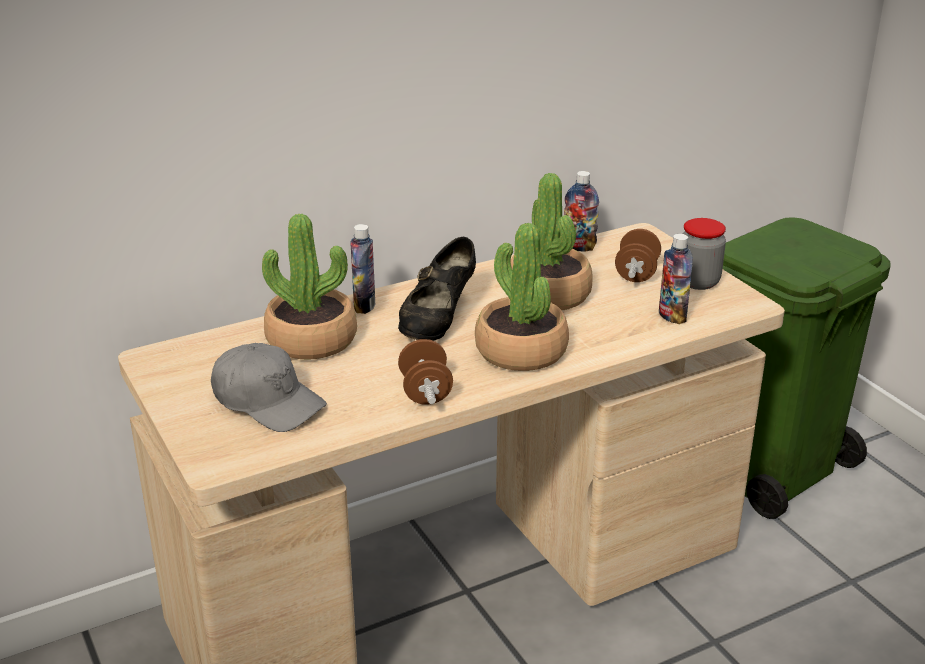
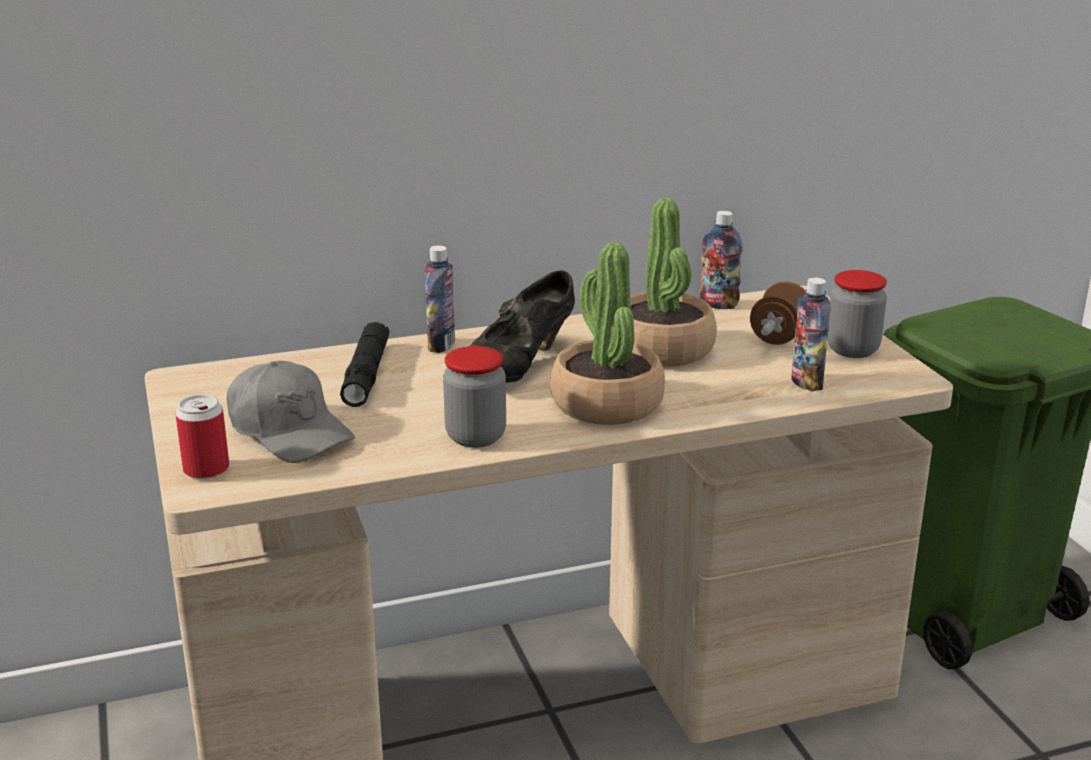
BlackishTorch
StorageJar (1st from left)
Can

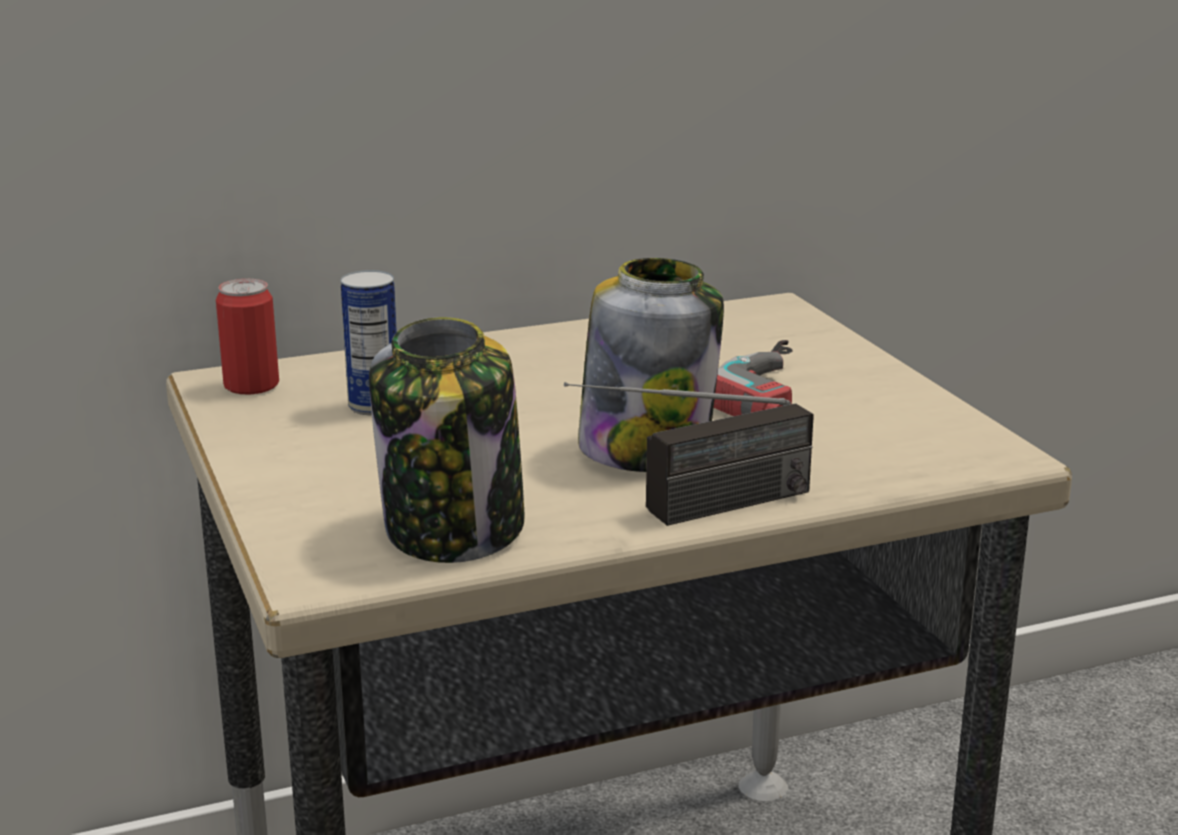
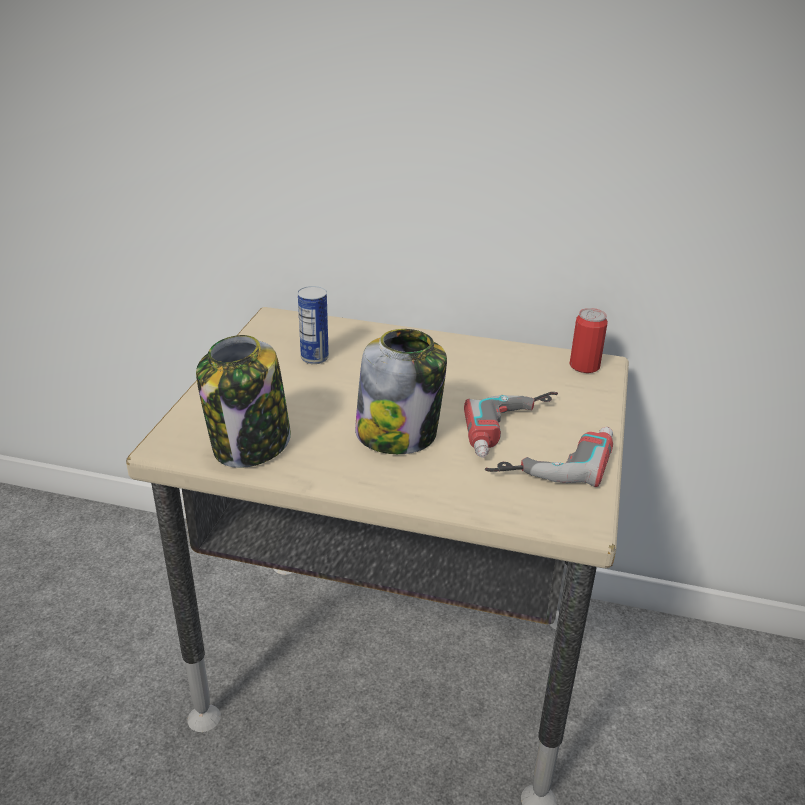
Can (2nd from left)
RadioSet
ElectricDrill (2nd from left)

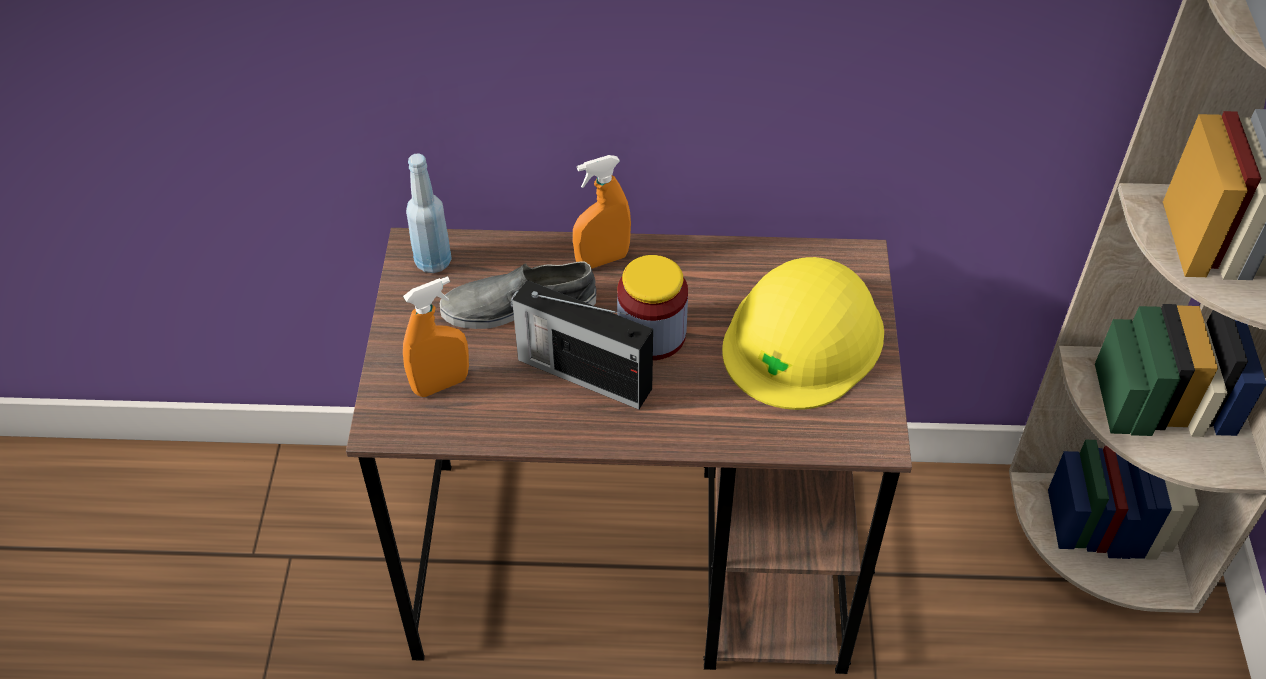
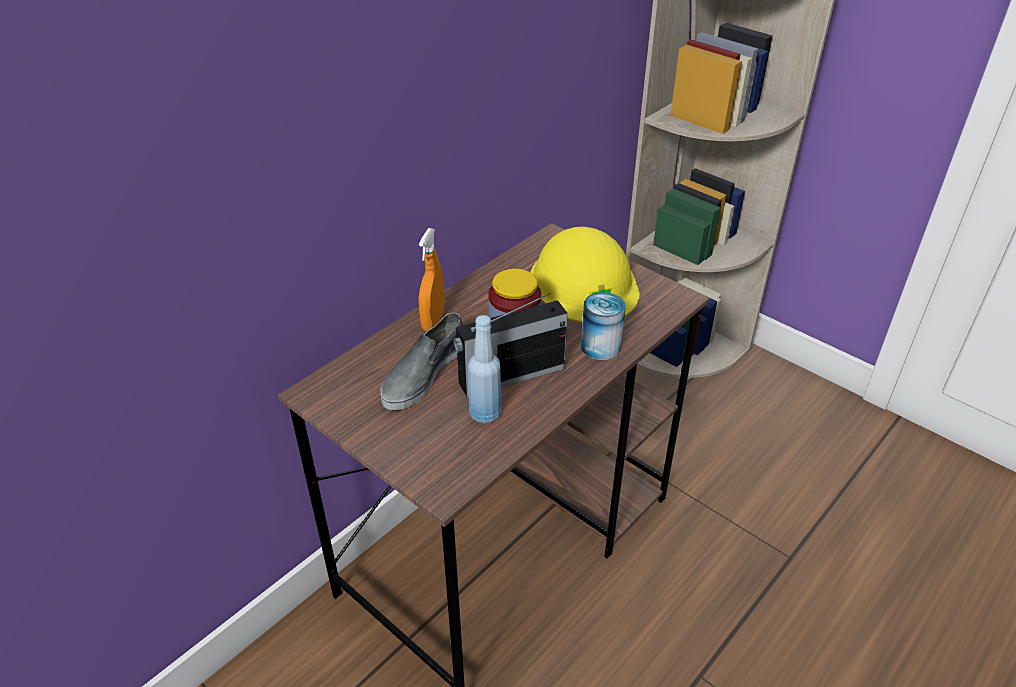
OrangeySprayer (1st from left in the first image)
BlueColouredBeverageBottle
Can

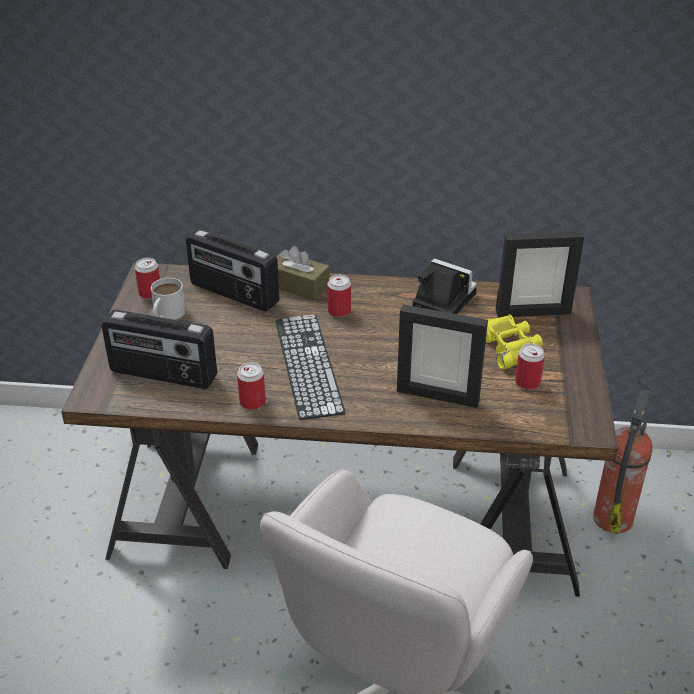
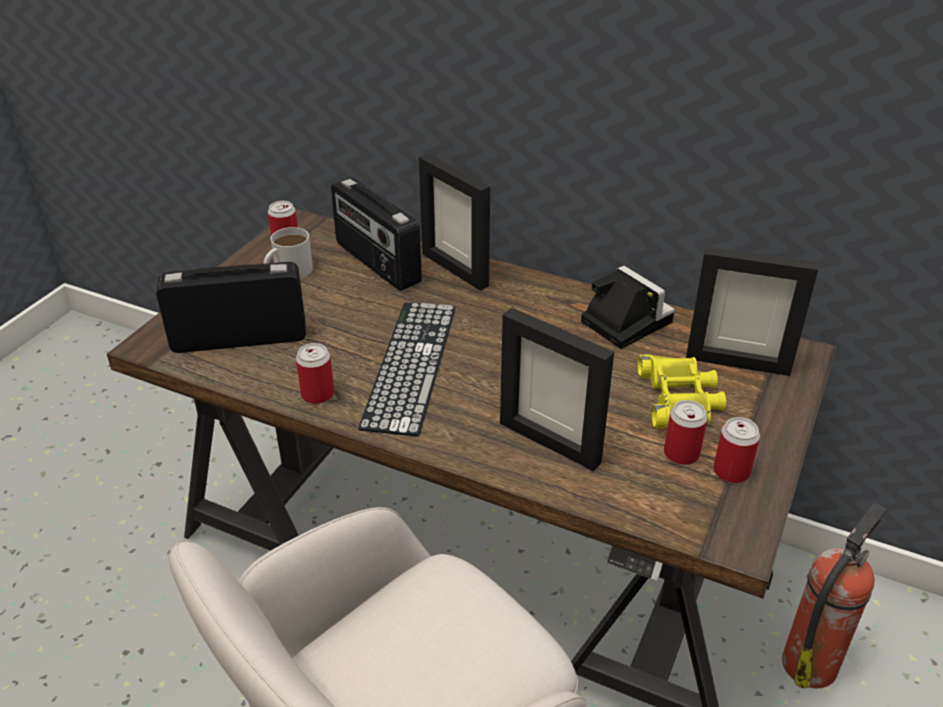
RadioSet (1st from left)
PictureFrame (1st from left)
Can (4th from left)

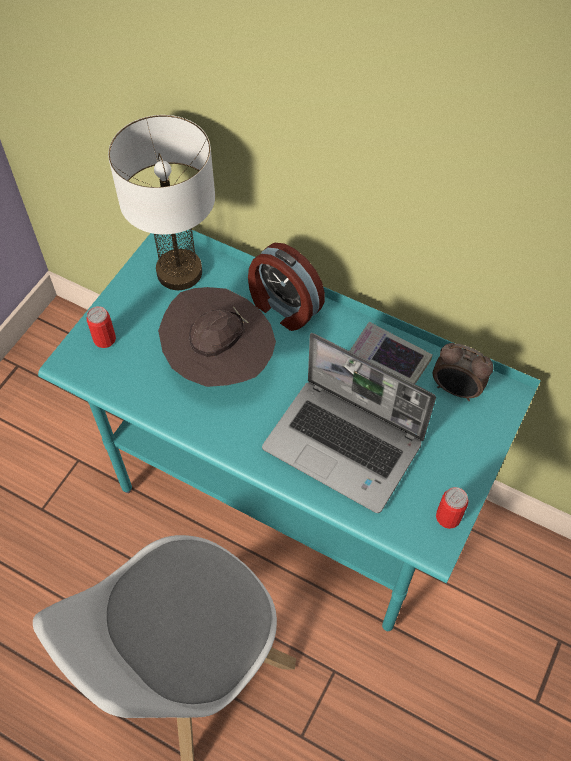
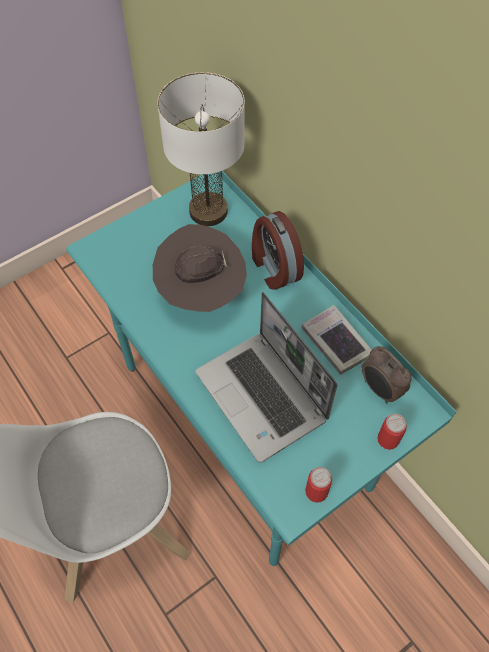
Can (2nd from left)

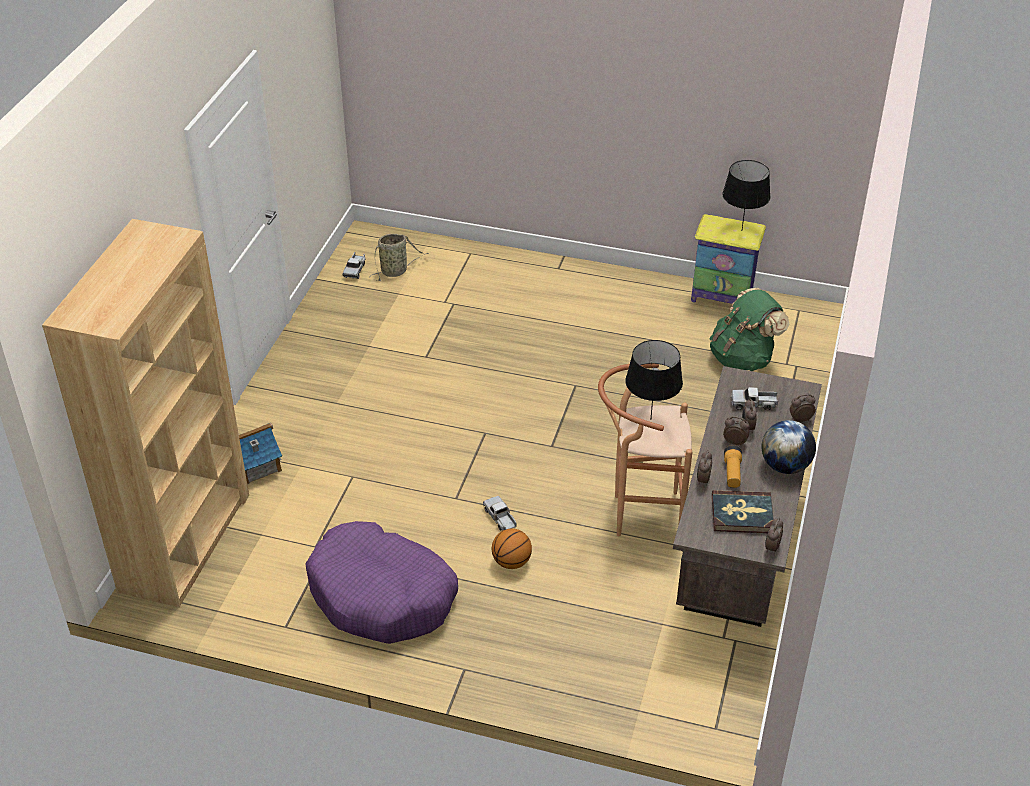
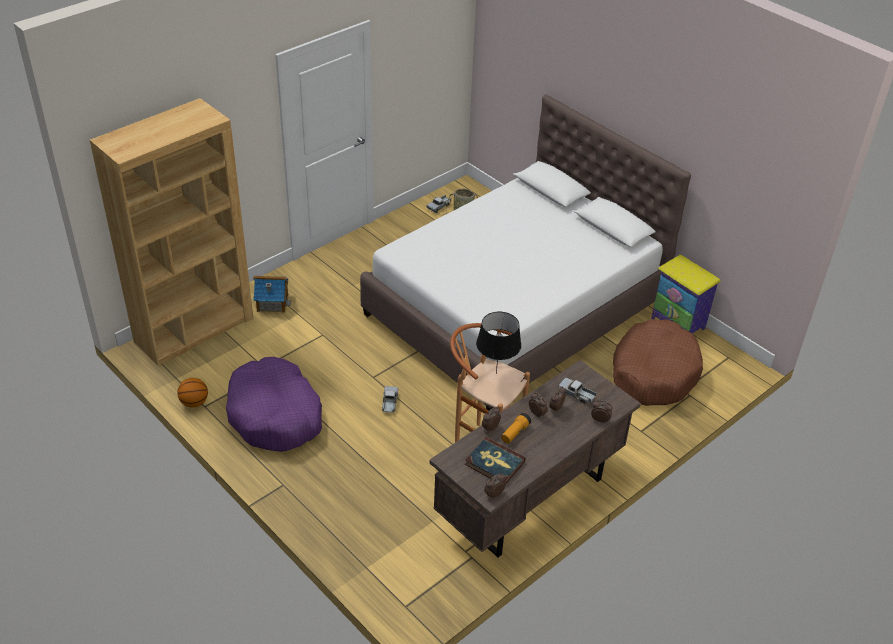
BallForBasketball
BrownDogCushion
BlackishTabletopLamp (2nd from left in the first image)
DeskGlobe
WhitishBedroomBed

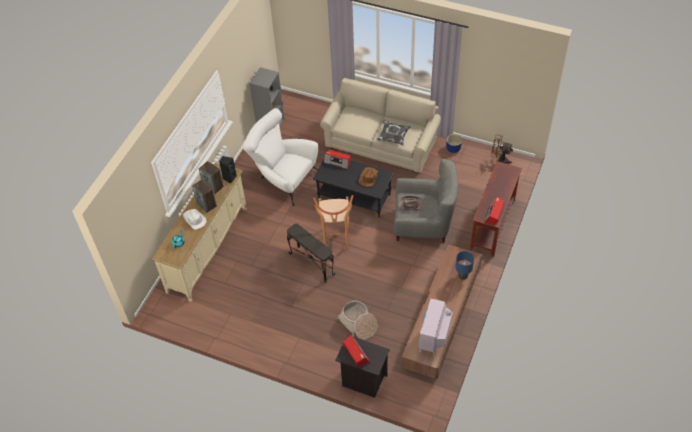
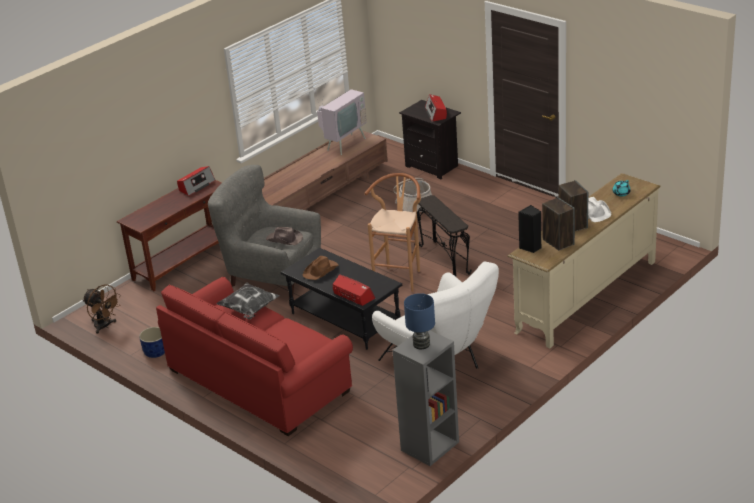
ReddishCouch
BlueColouredTabletopLamp

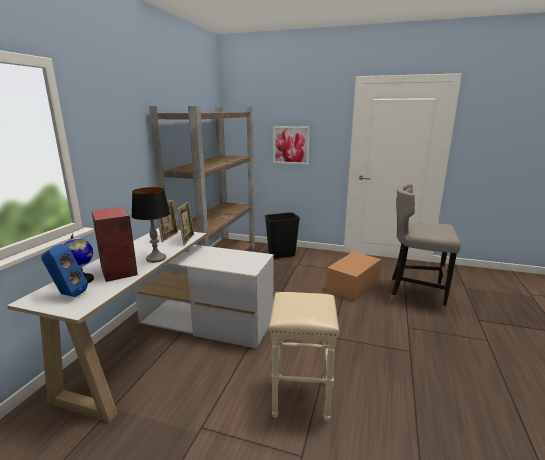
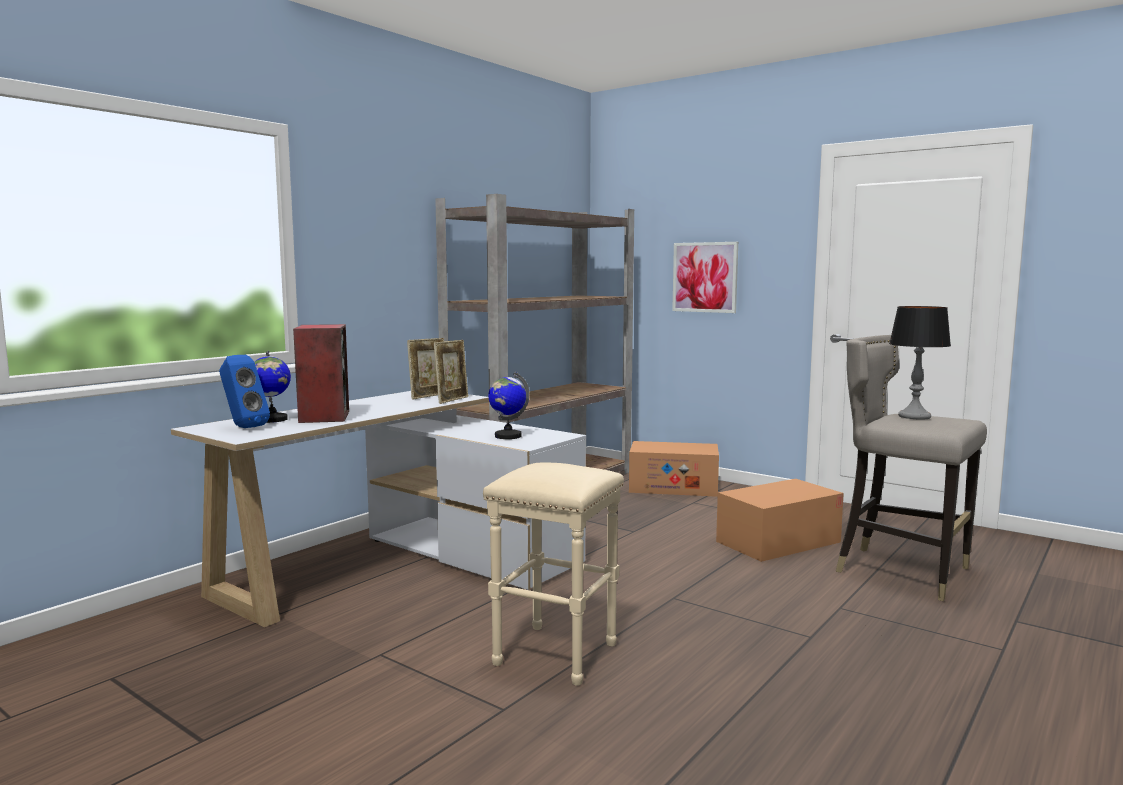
TabletopLamp
Carton (1st from left)
DeskGlobe (2nd from left)

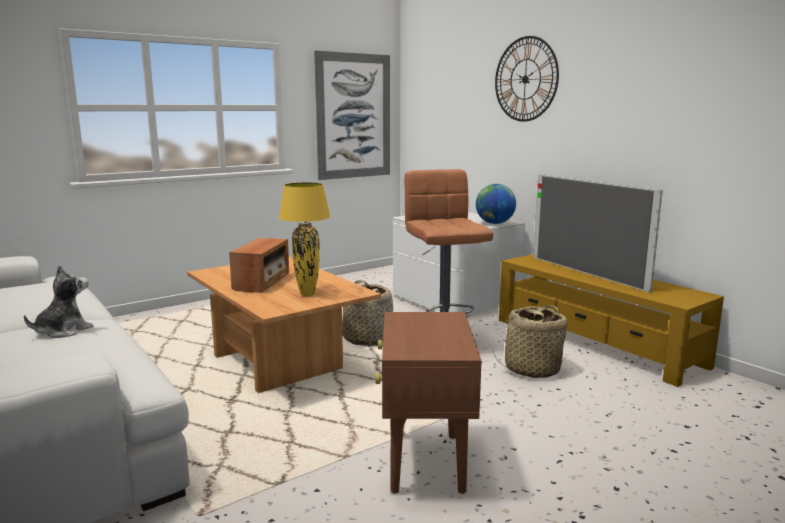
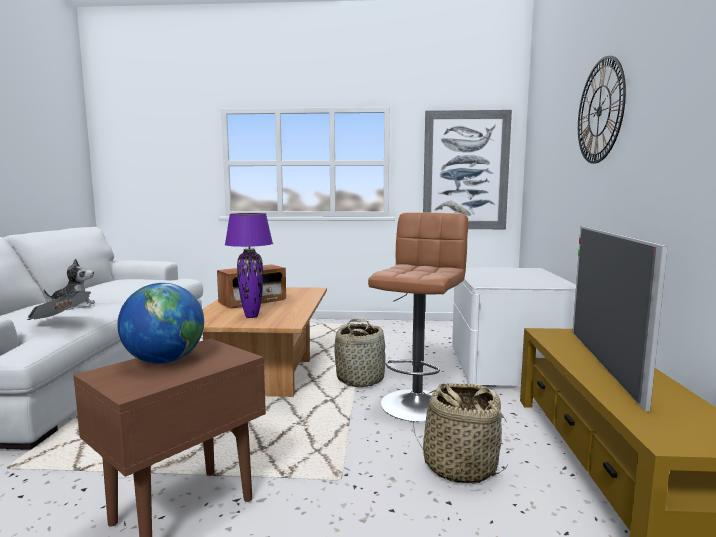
PurpleColouredTabletopLamp
DeskGlobe
Newspaper

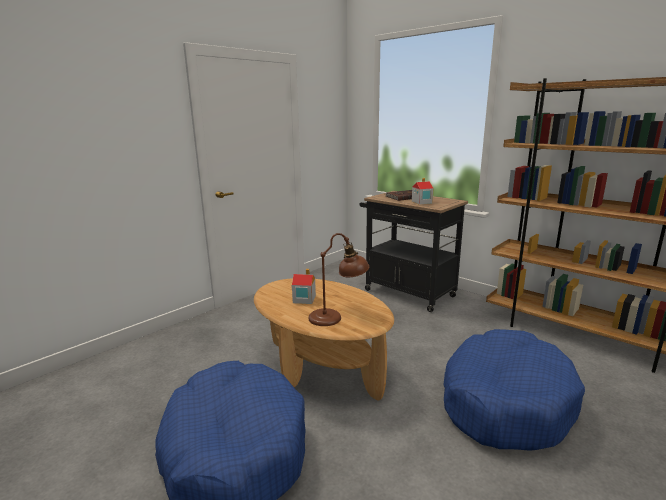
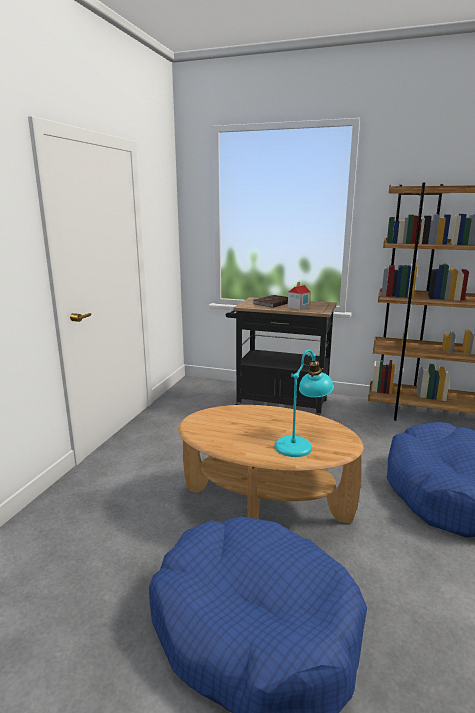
ToyHouse (1st from left in the first image)
TurquoiseTabletopLamp

